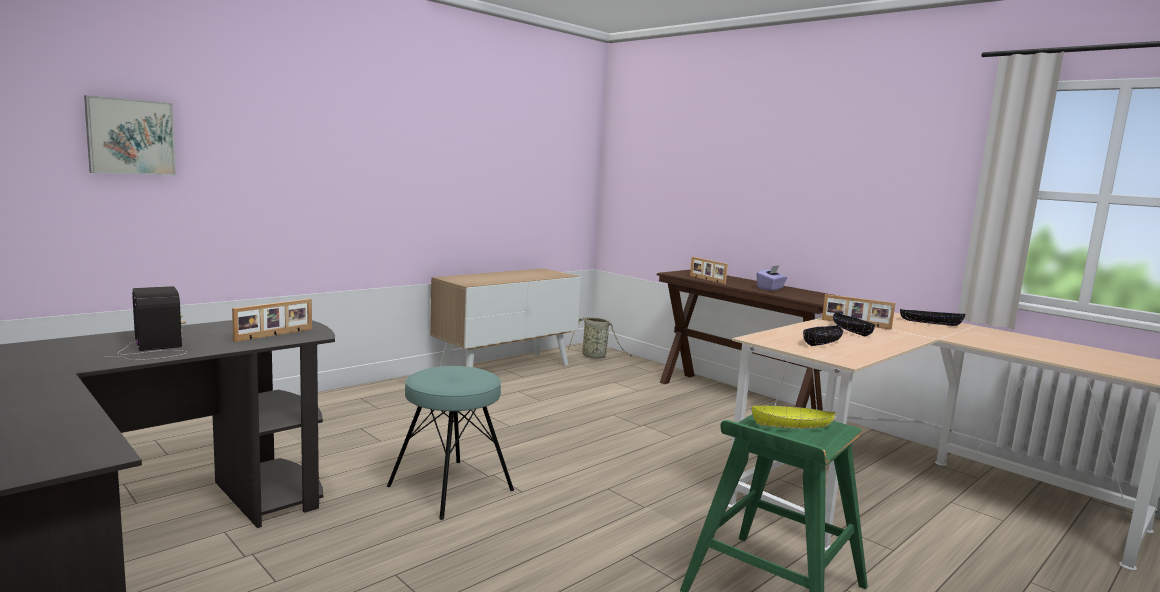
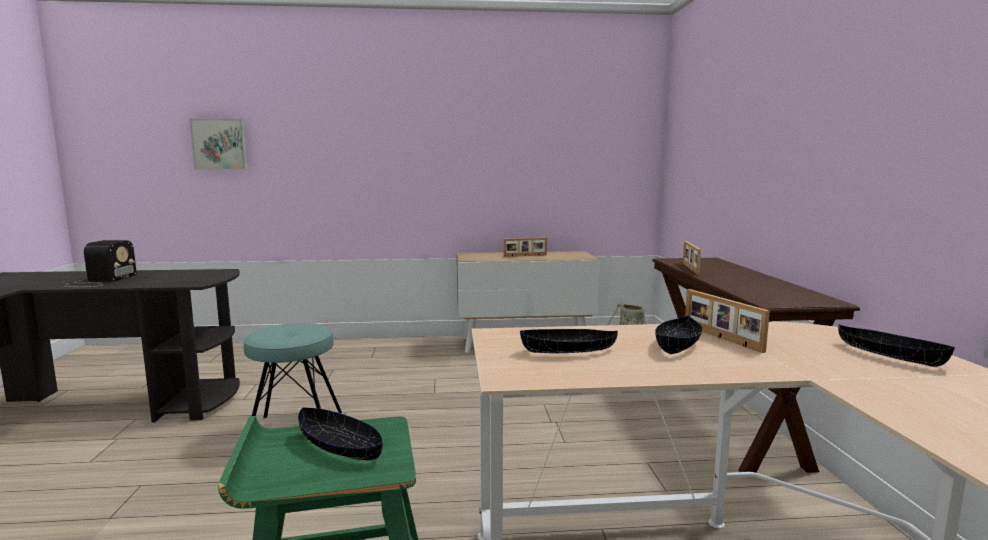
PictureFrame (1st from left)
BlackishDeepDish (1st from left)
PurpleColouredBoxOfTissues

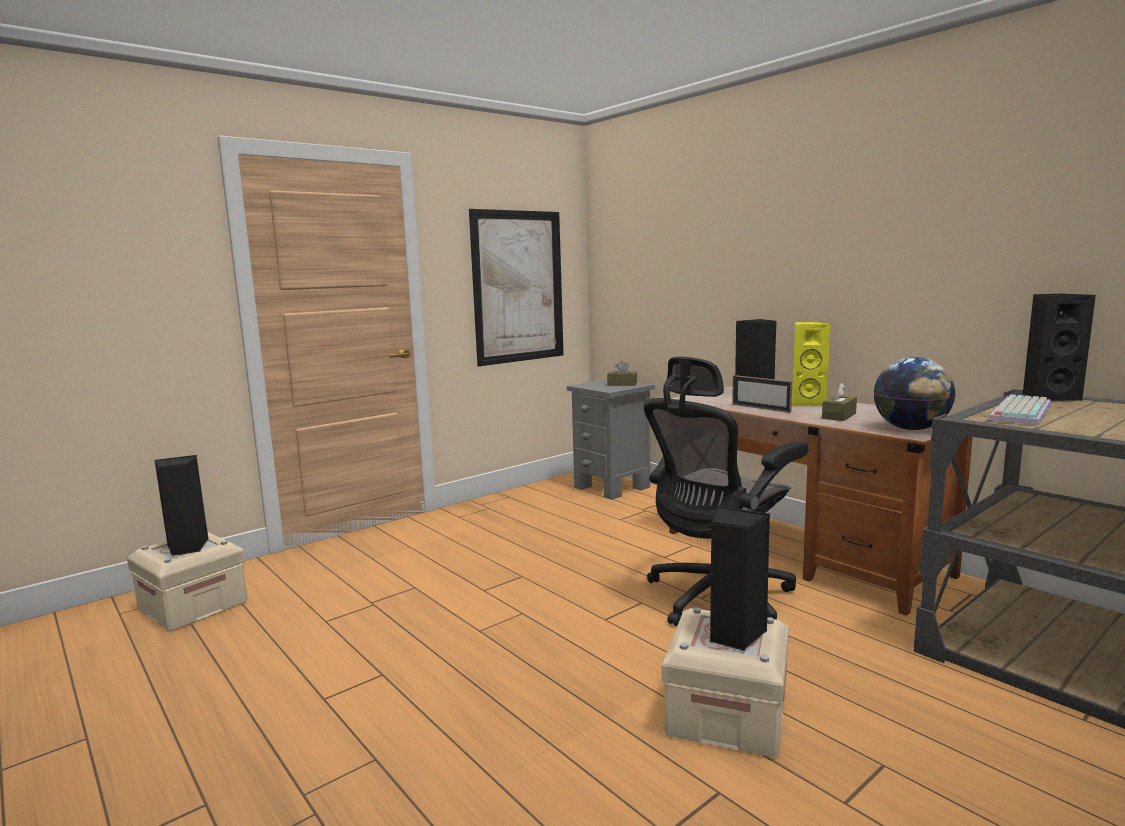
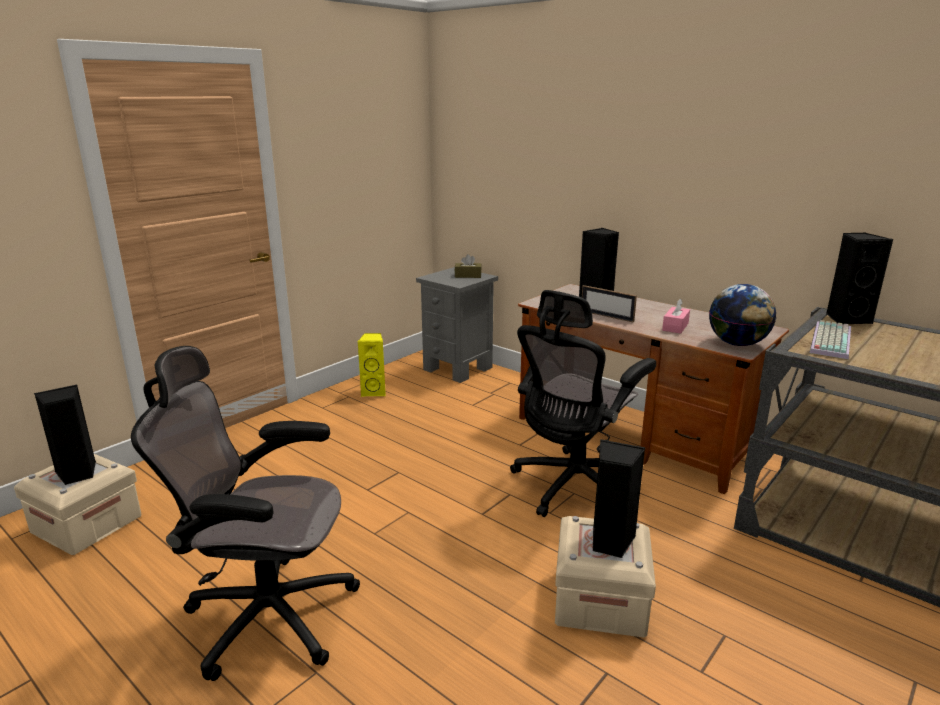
WallArt
YellowColouredLoudspeaker
PinkishBoxOfTissues
DeskChair (1st from left)

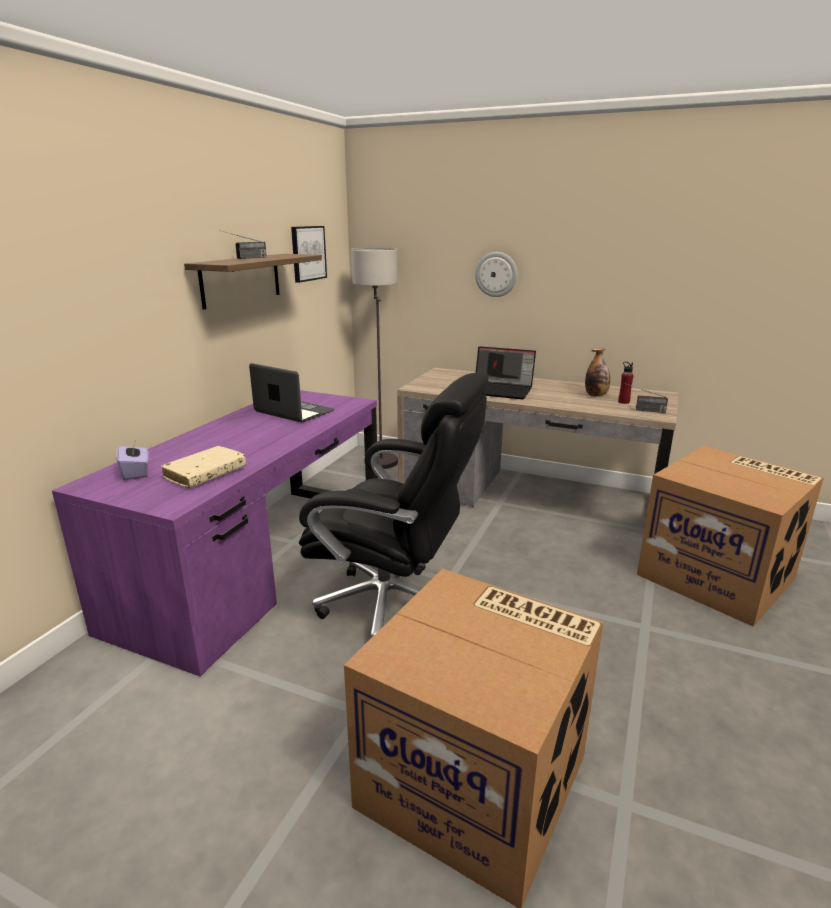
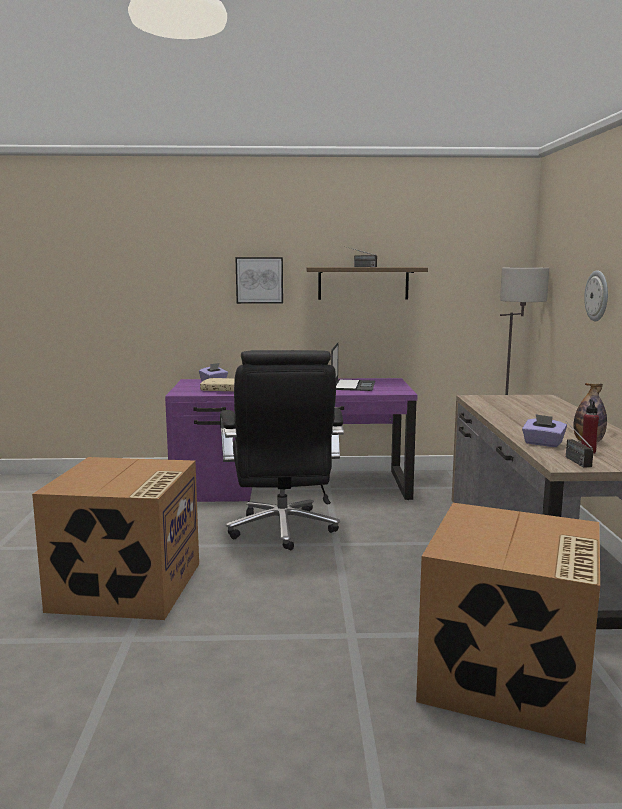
WallArt
PortableComputer (2nd from left in the first image)
PurpleColouredBoxOfTissues (2nd from left)

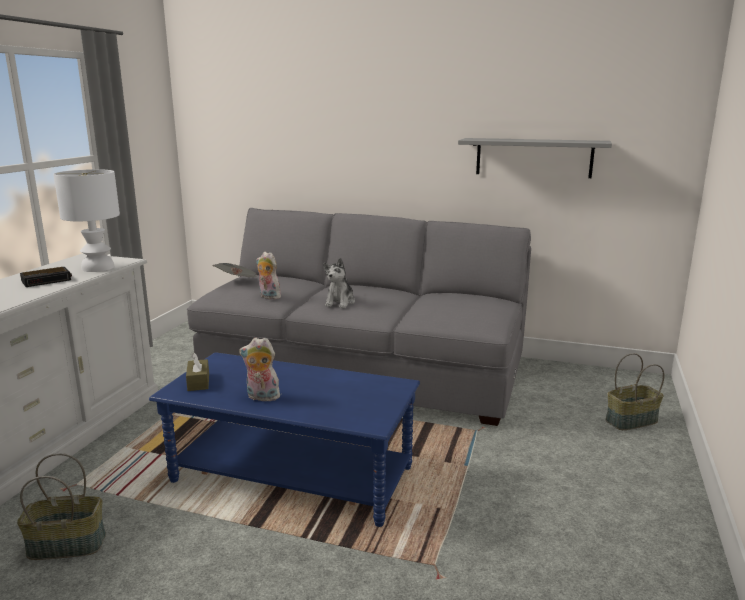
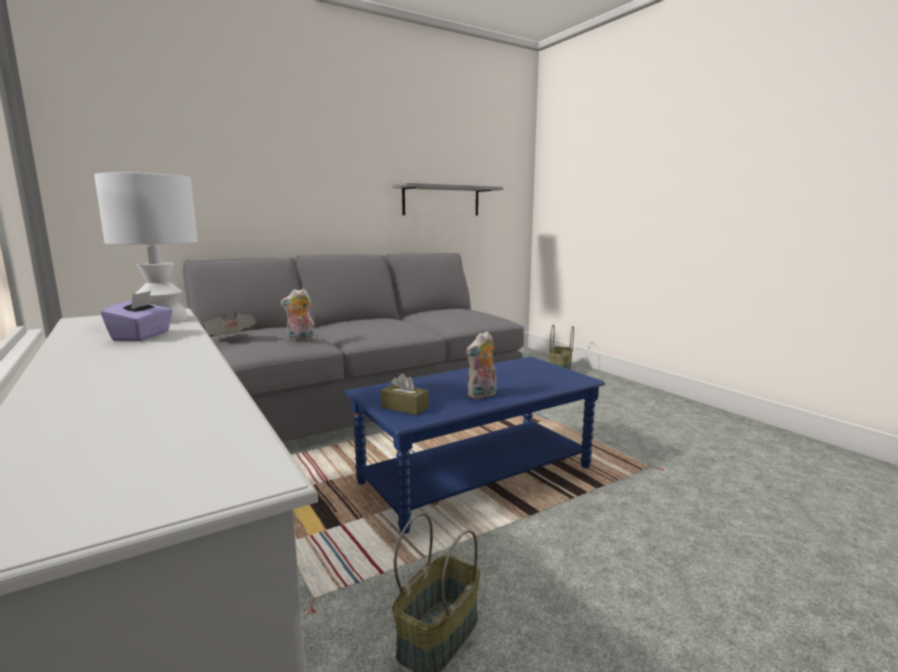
PurpleColouredBoxOfTissues
SoftToy (3rd from left in the first image)

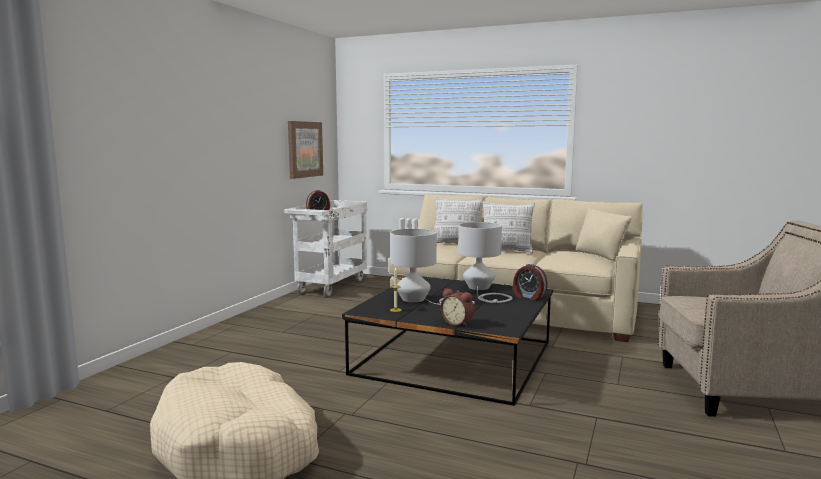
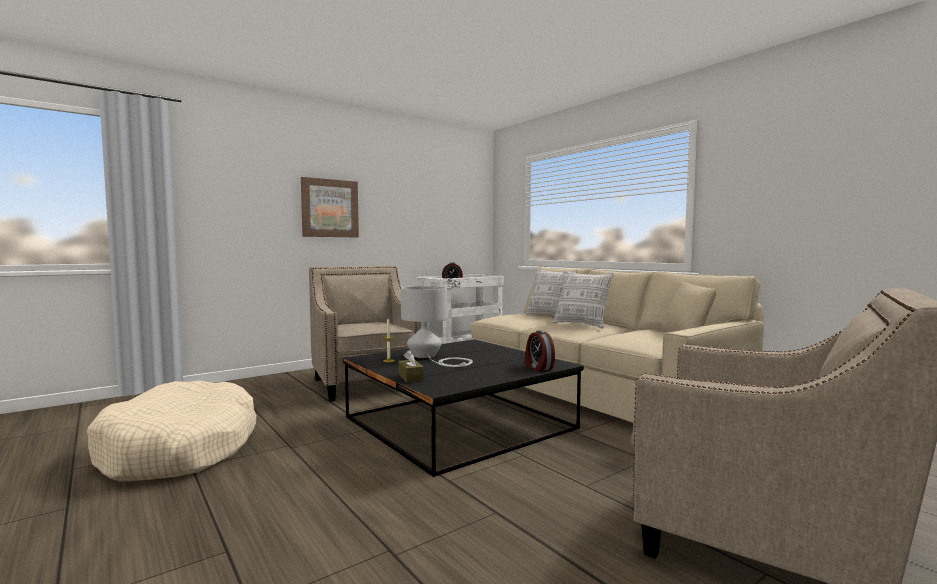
WallArt
BrownBoxOfTissues
GrayTabletopLamp (2nd from left in the first image)
SandColouredArmchair (1st from left)

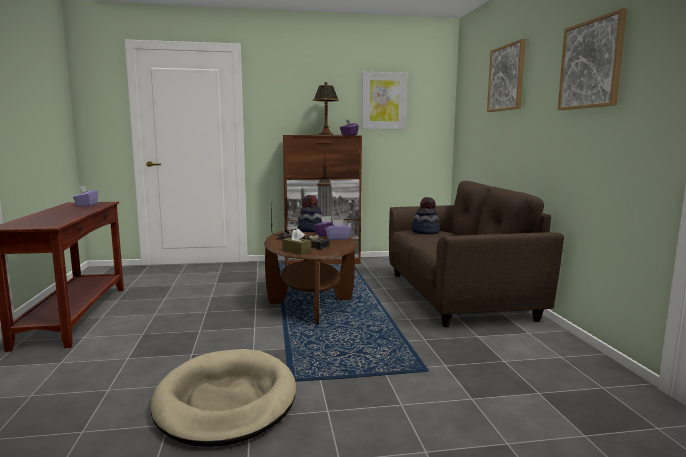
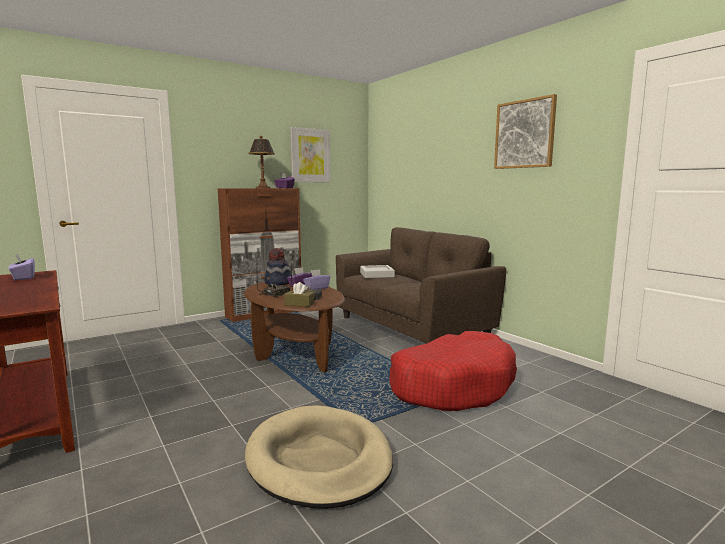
GrayTray
WallArt (2nd from left in the first image)
ReddishDogCushion

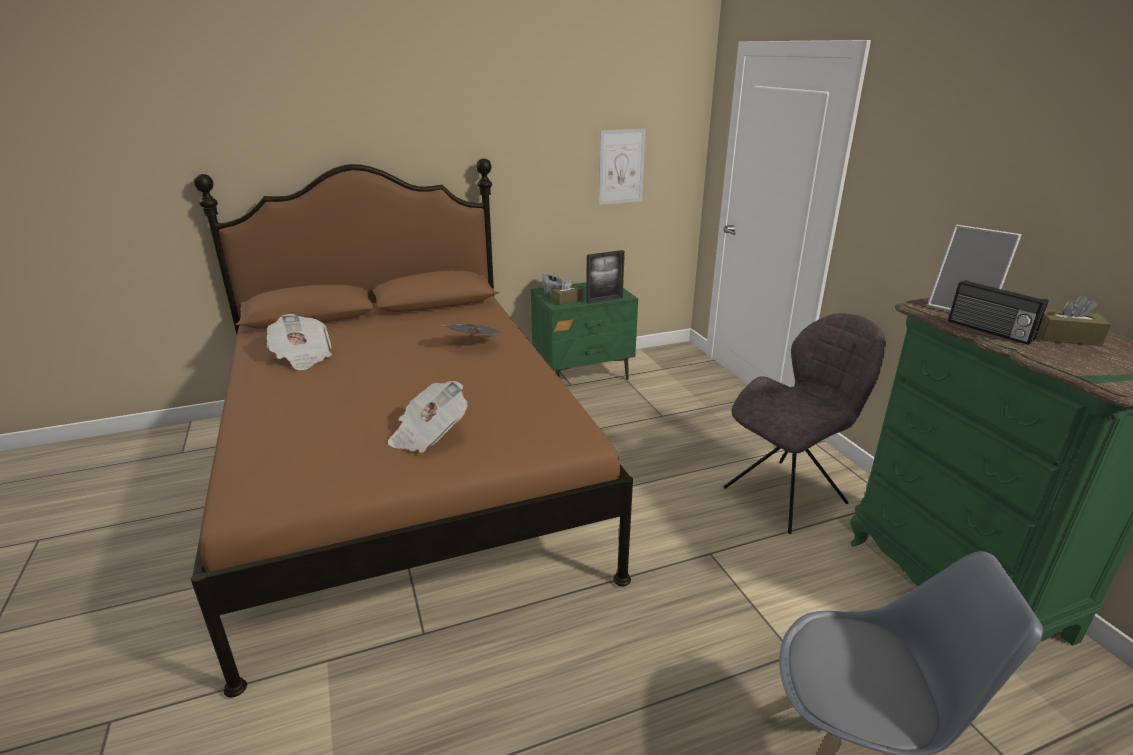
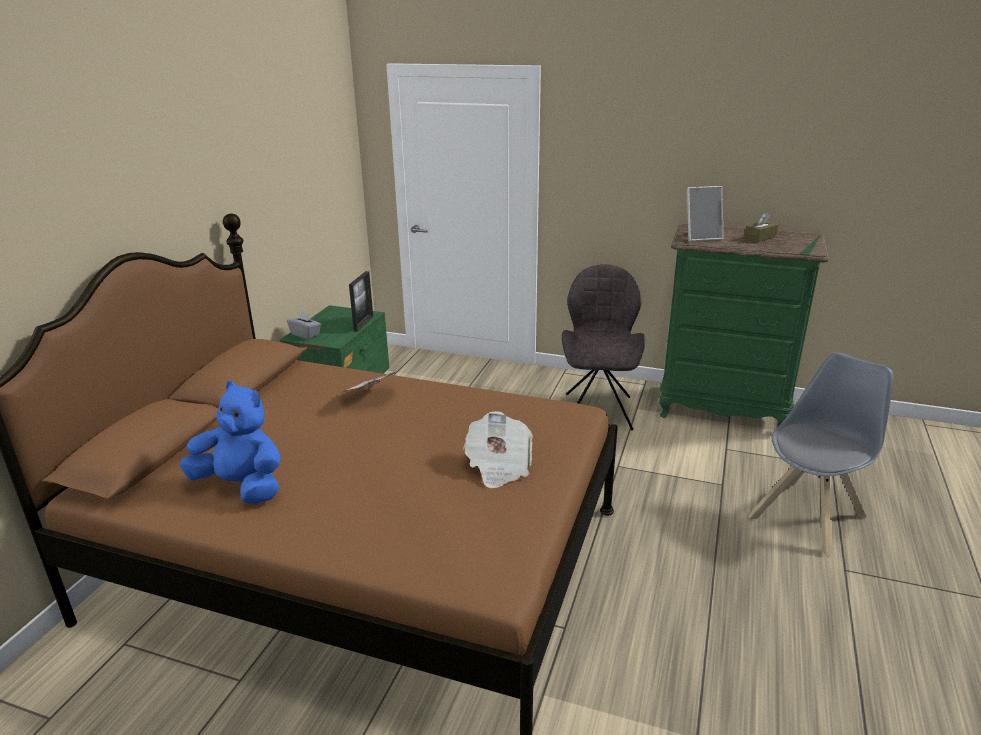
BlueColouredSoftToy
BrownBoxOfTissues (1st from left in the first image)
WallArt
RadioSet

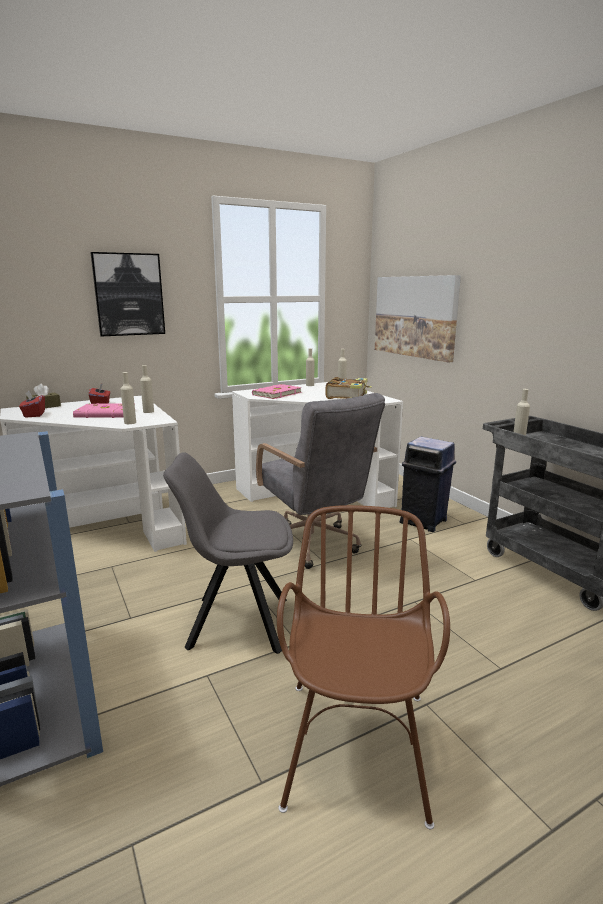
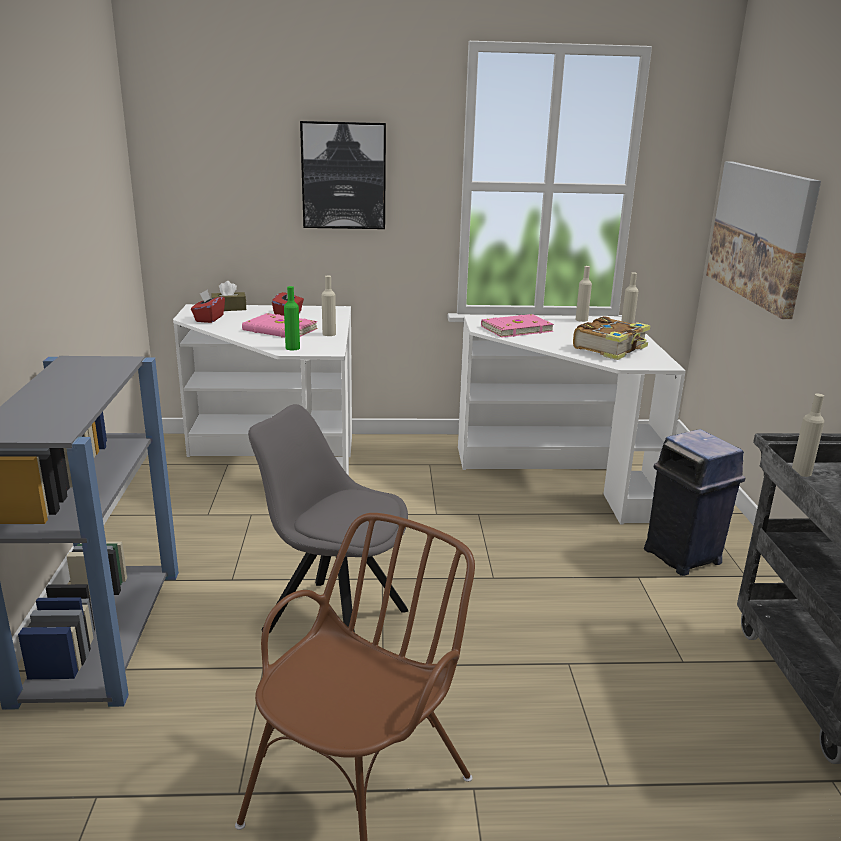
GreenBeverageBottle
GrayDeskChair

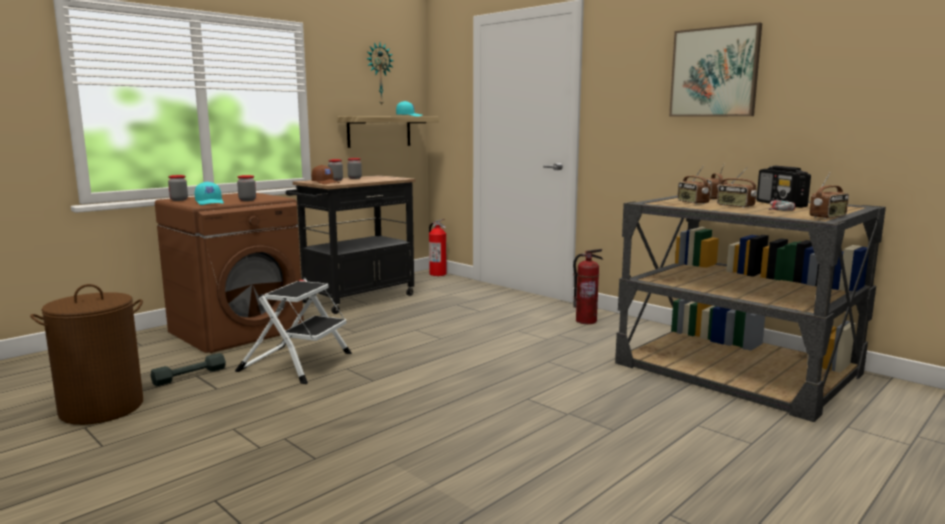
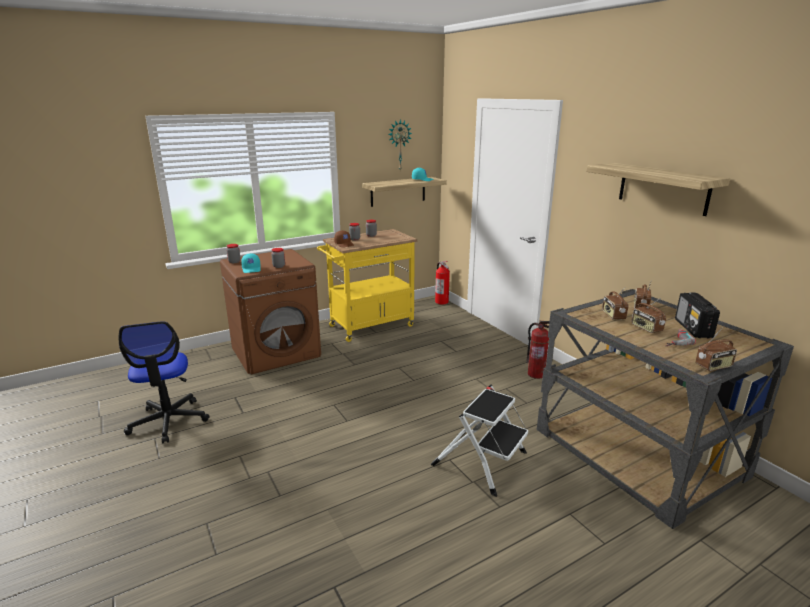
DeskChair
GrayFreeWeight
Stepladder
YellowColouredCart
BracketShelf (2nd from left)

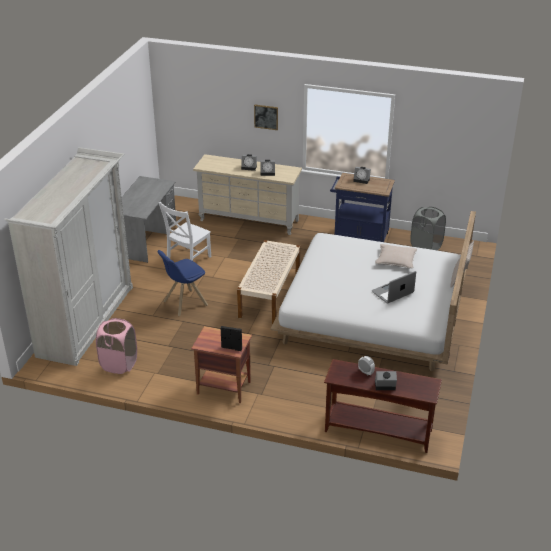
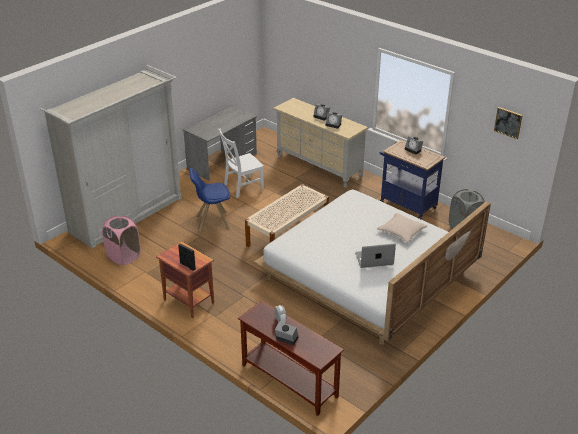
WallArt

